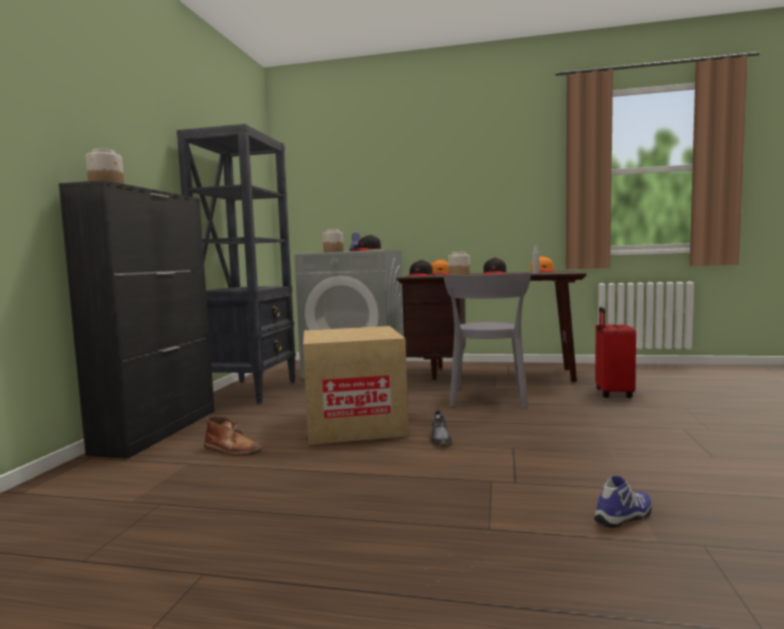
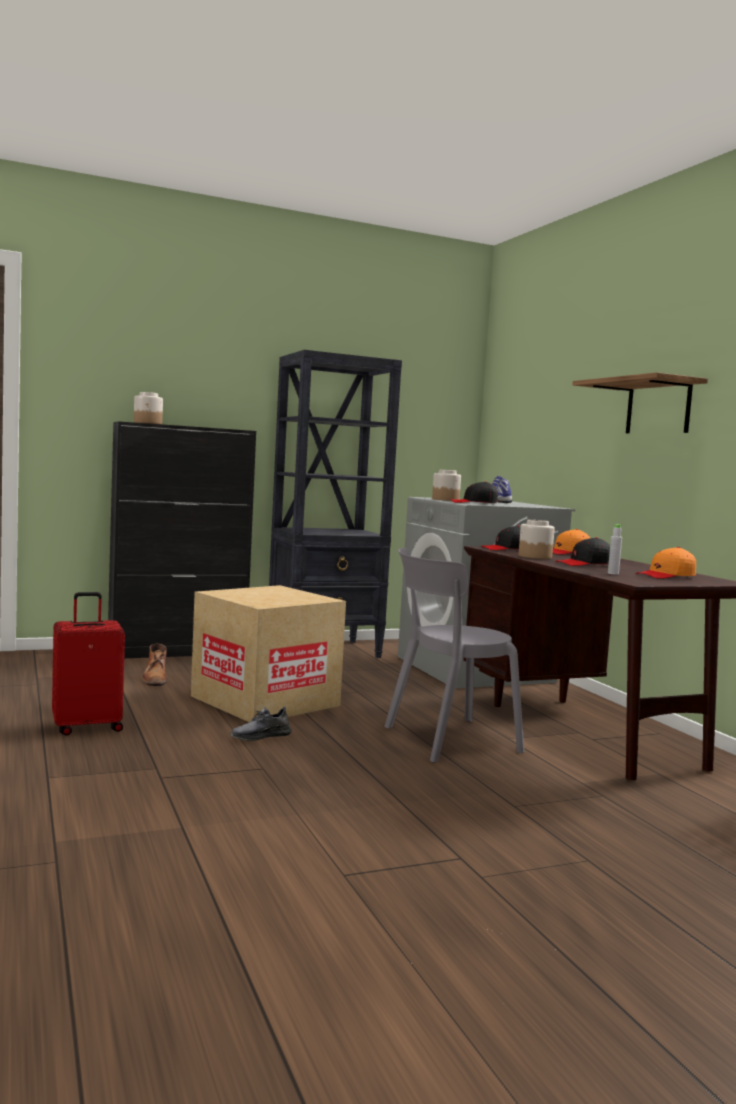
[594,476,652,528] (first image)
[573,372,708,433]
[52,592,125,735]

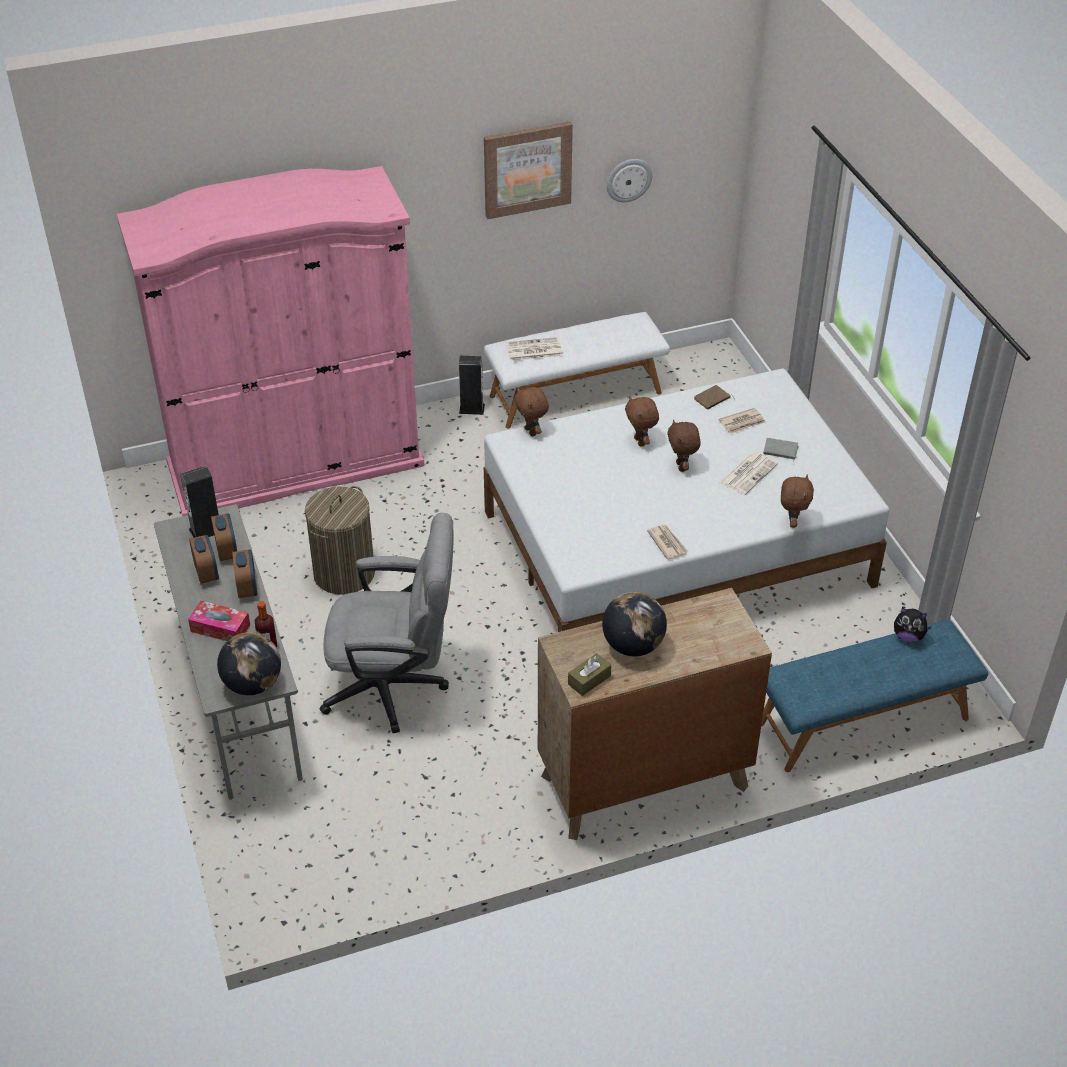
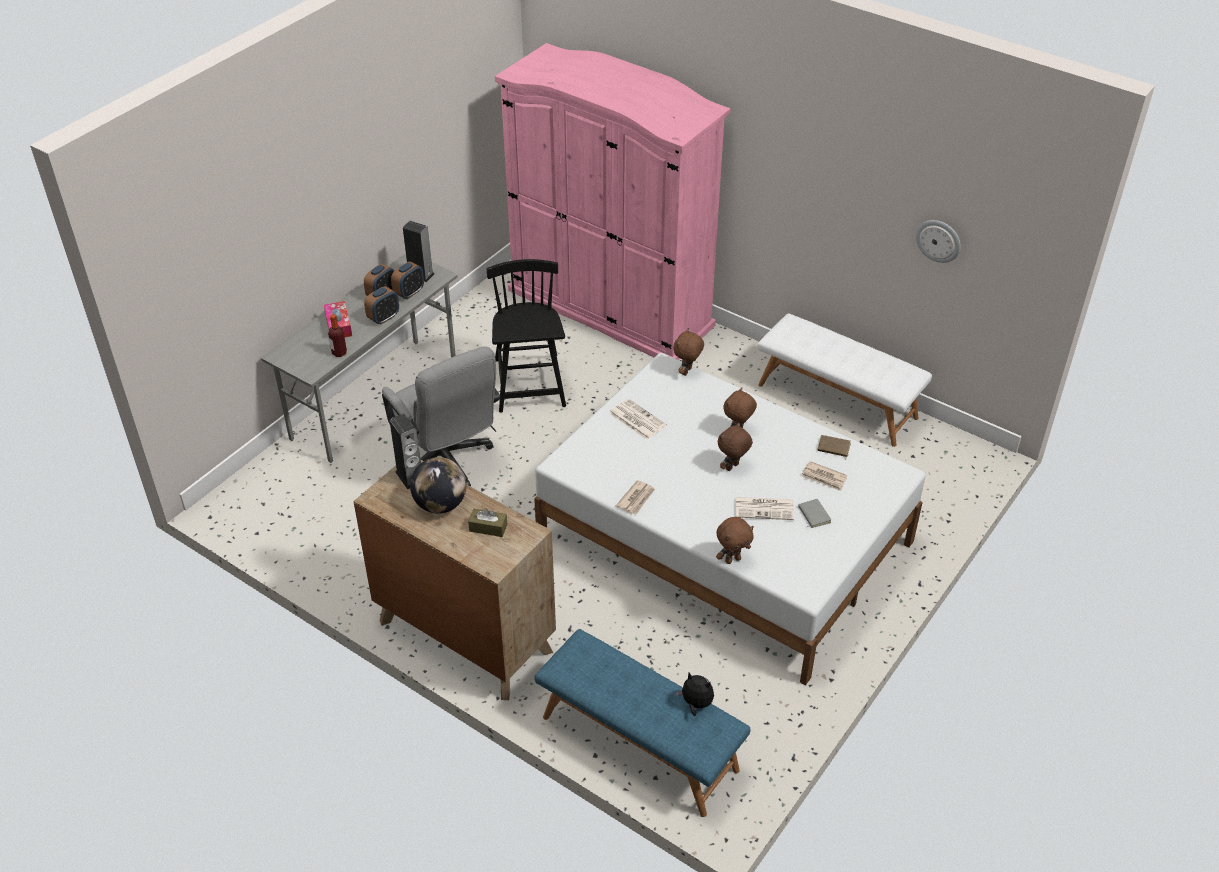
[217,632,281,695] (first image)
[484,122,573,219] (first image)
[390,414,421,489]
[609,399,667,440]
[468,508,507,537]
[487,259,566,413]
[676,673,714,716]

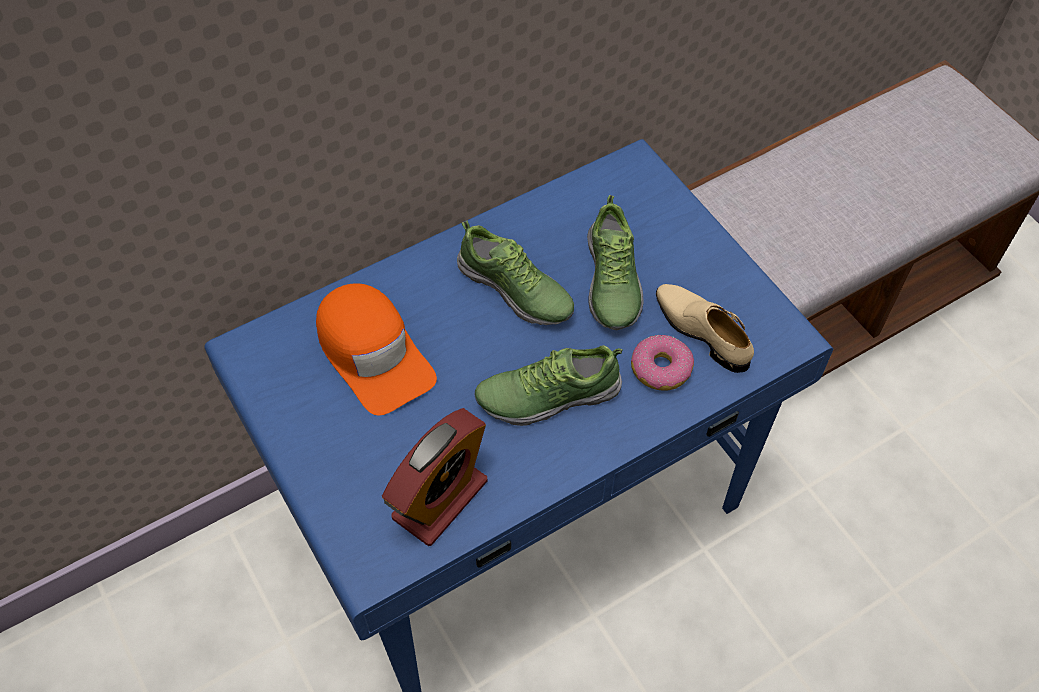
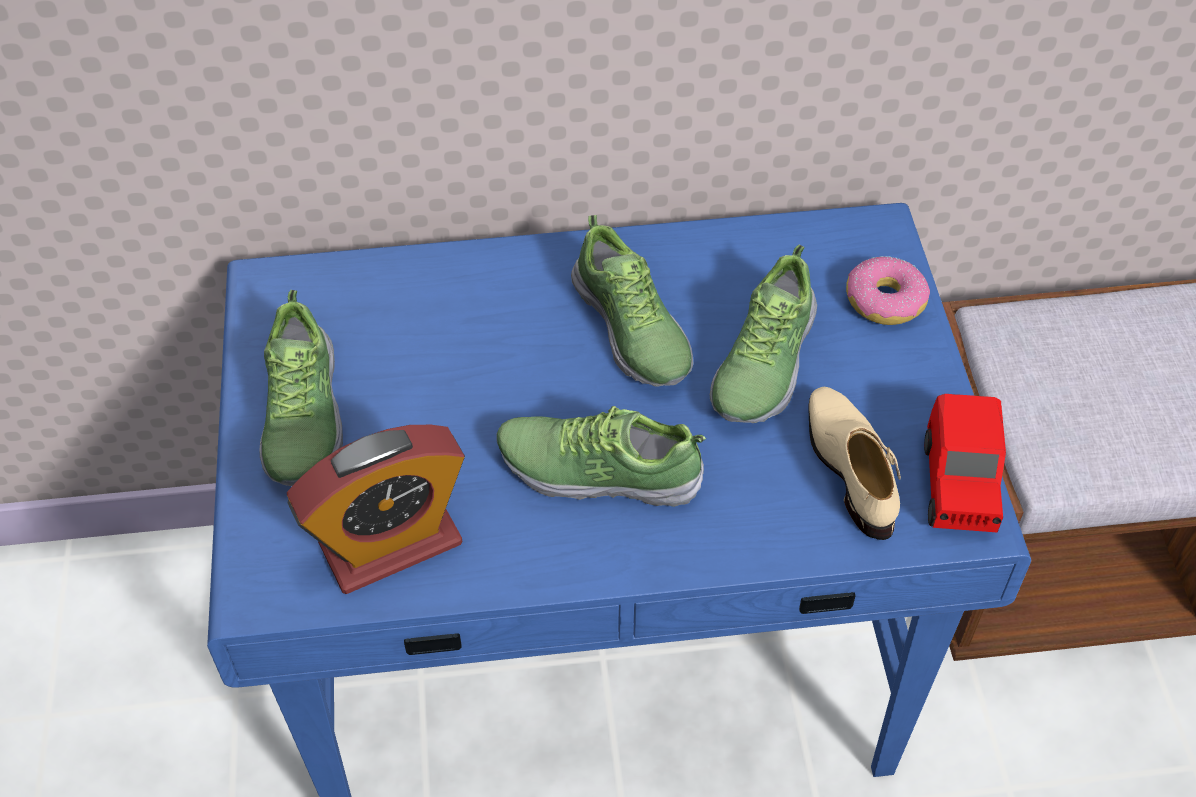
[316,283,437,416] (first image)
[259,290,343,486]
[924,394,1006,533]
[846,256,930,325]

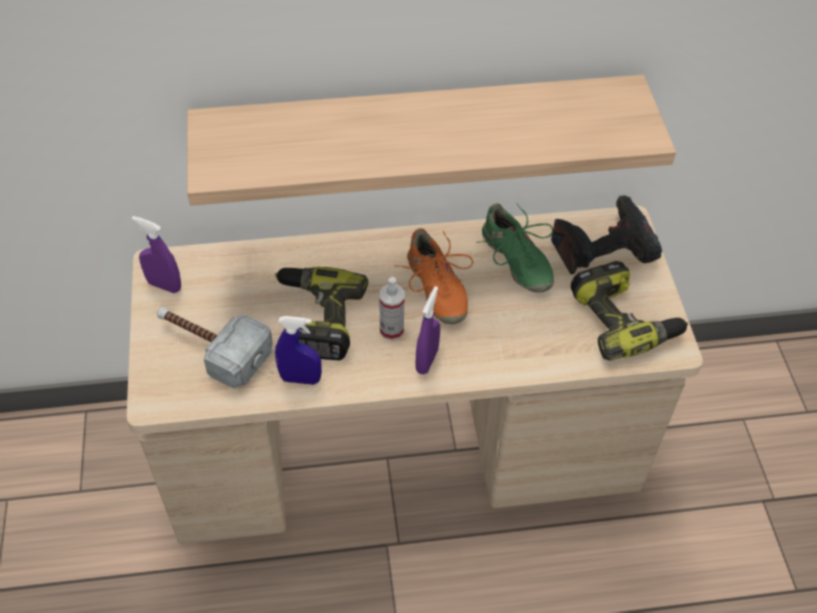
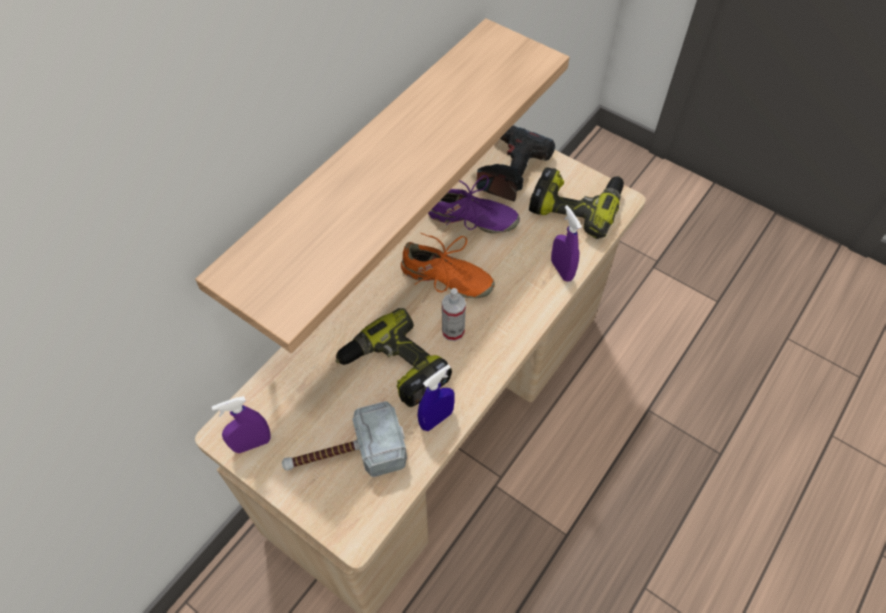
[551,205,582,282]
[428,175,520,233]

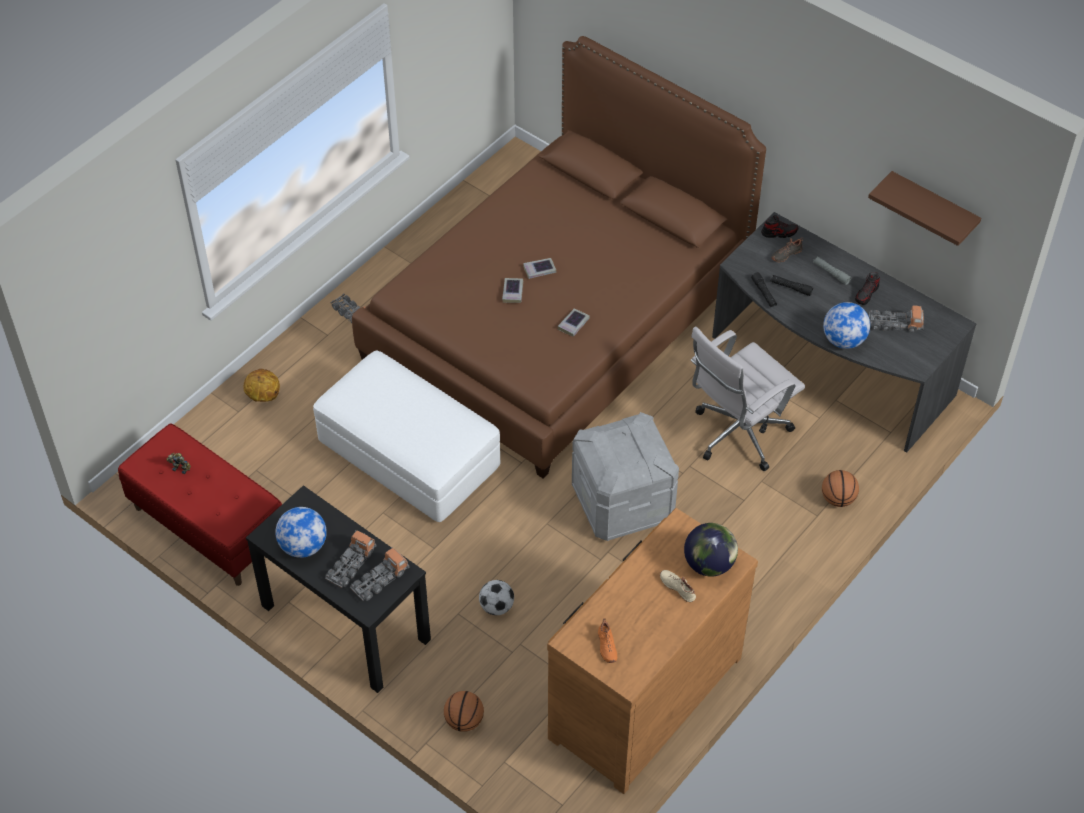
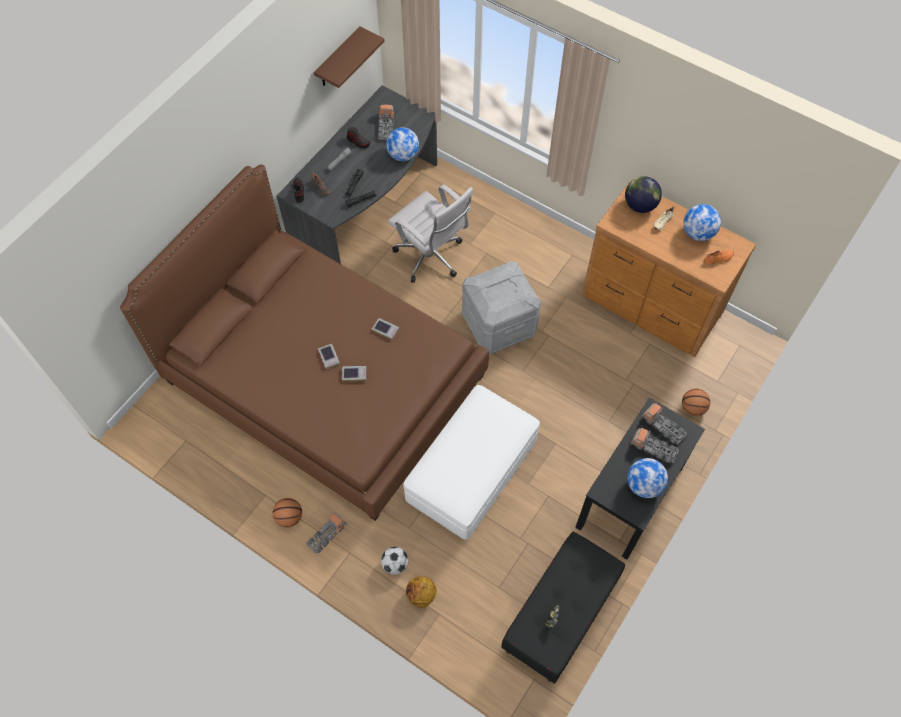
[683,204,721,241]
[381,547,409,575]
[273,498,302,527]
[501,532,625,684]

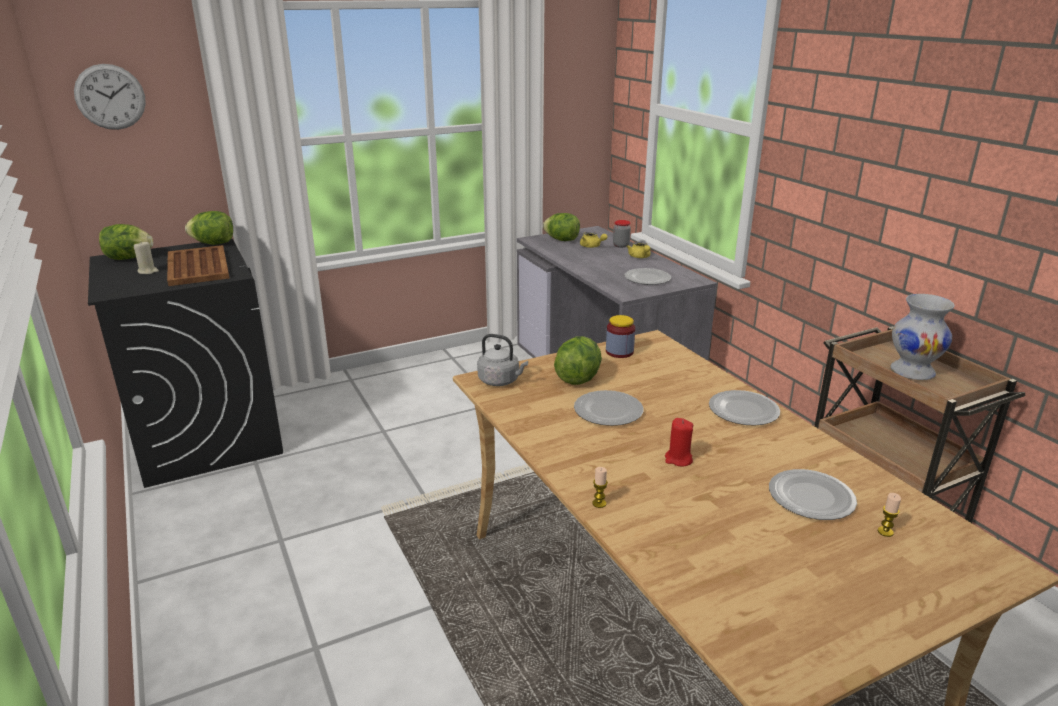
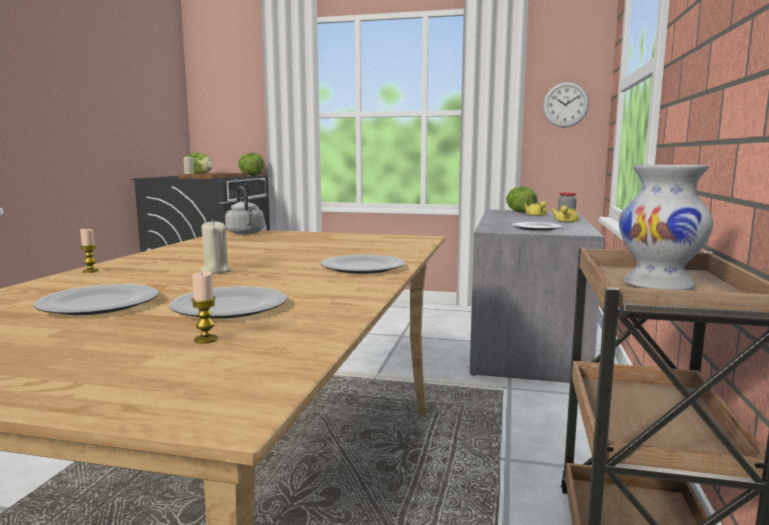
[554,336,602,385] (first image)
[606,315,635,358] (first image)
[543,82,589,128]
[33,284,159,315]
[200,220,231,274]

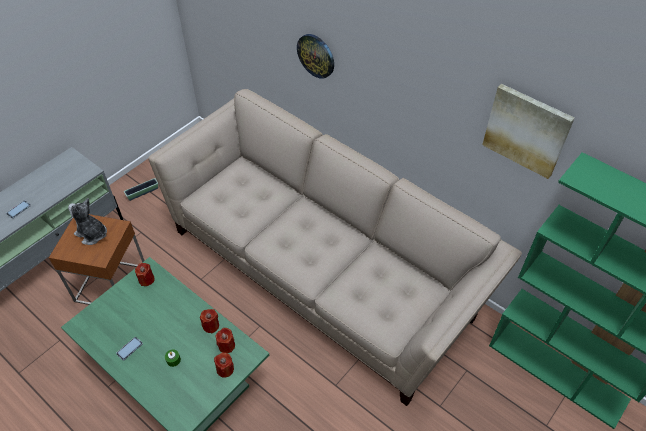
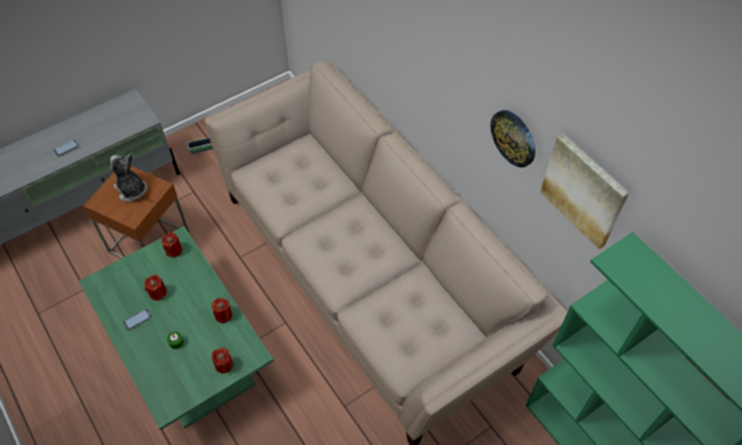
[144,275,167,301]
[491,110,535,168]

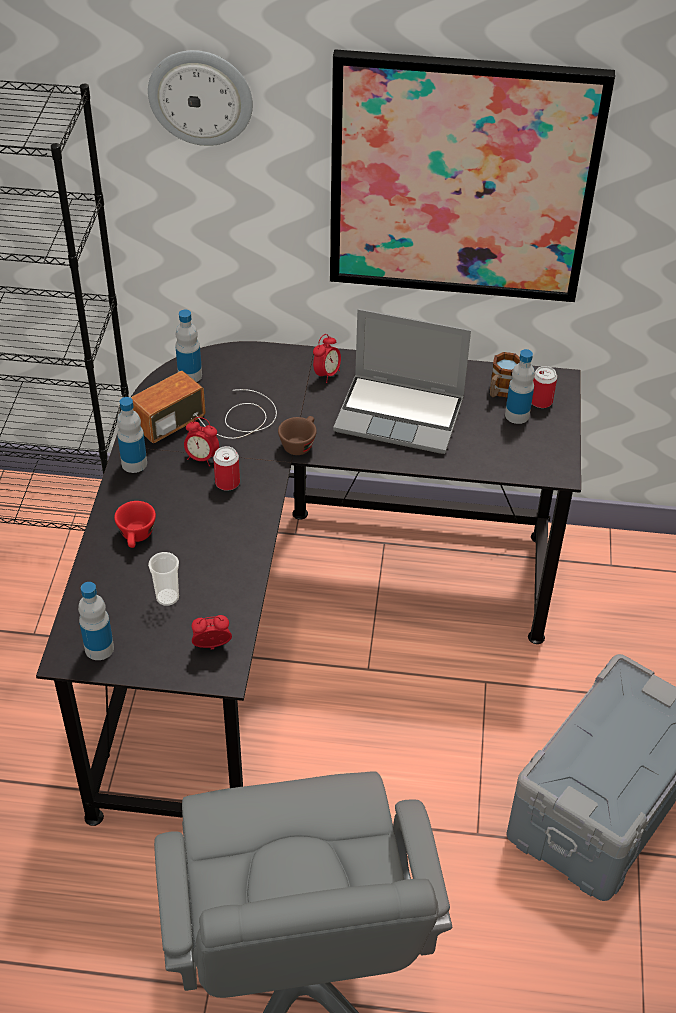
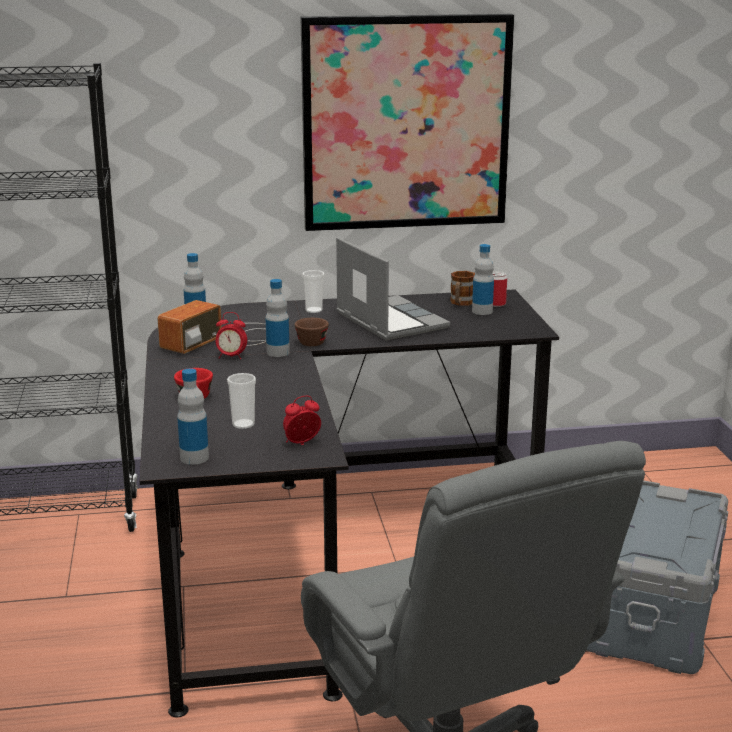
[148,50,253,146] (first image)
[213,446,240,491] (first image)
[266,279,290,357]
[302,270,324,313]
[336,237,450,340]

